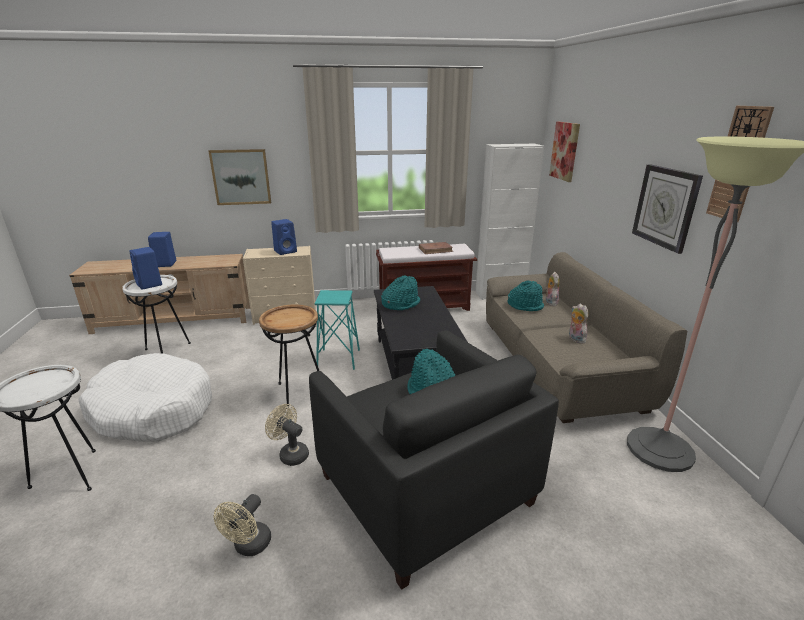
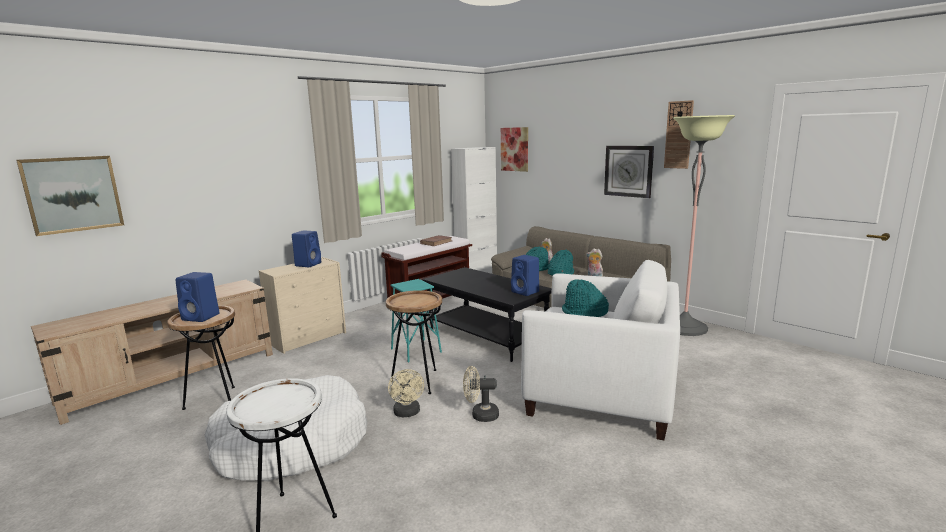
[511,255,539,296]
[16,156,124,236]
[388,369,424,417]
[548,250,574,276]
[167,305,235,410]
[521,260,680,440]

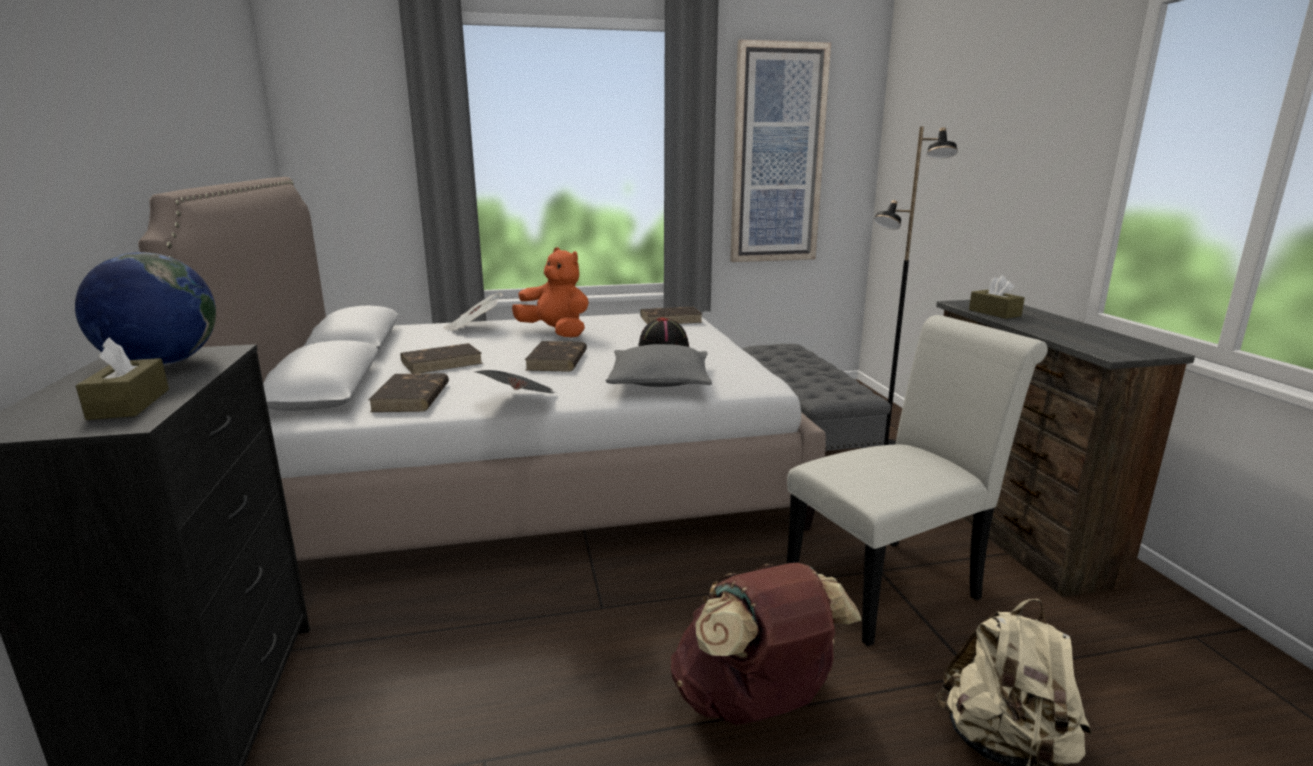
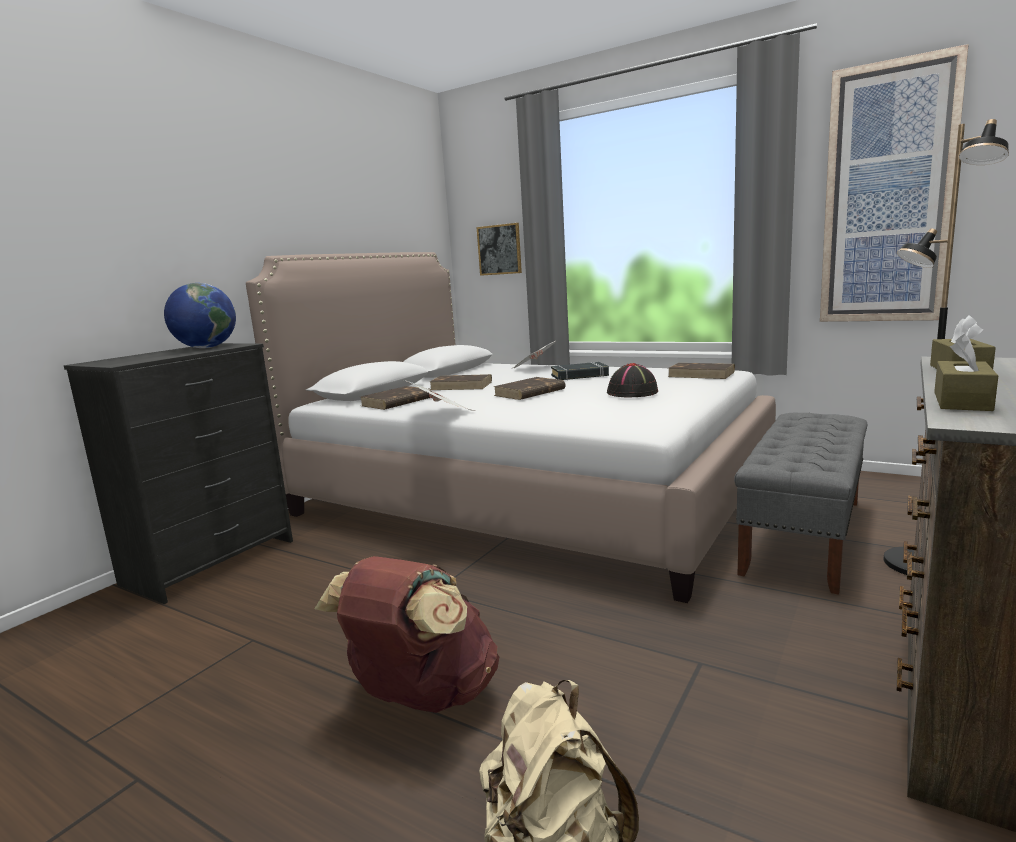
[606,344,712,387] (first image)
[787,315,1048,646] (first image)
[477,223,522,276]
[934,334,998,411]
[551,362,609,380]

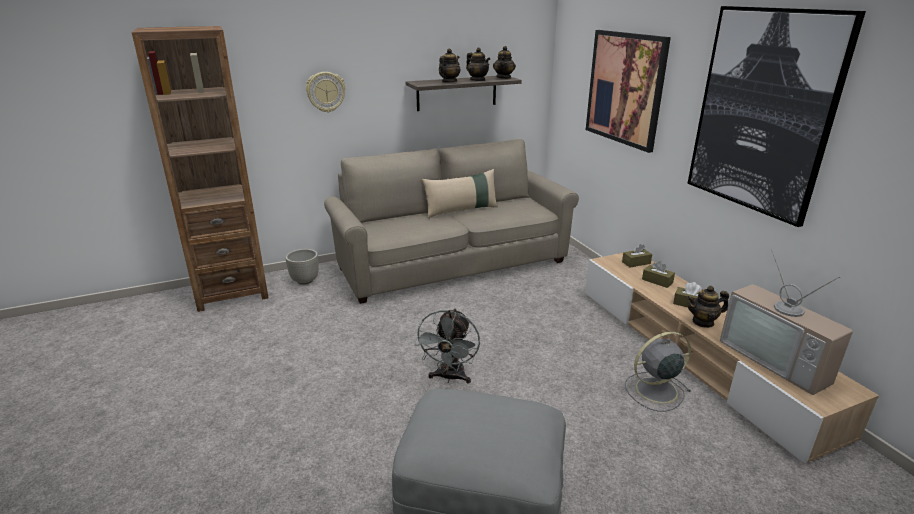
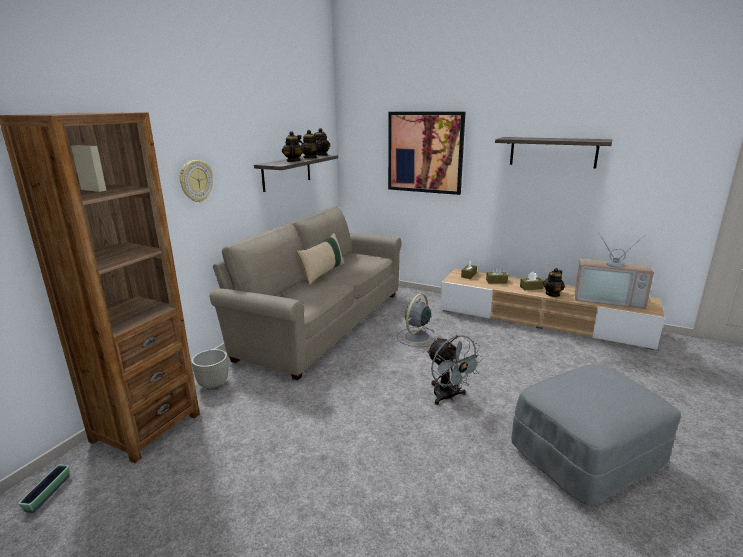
[18,464,70,513]
[397,294,435,347]
[495,137,613,169]

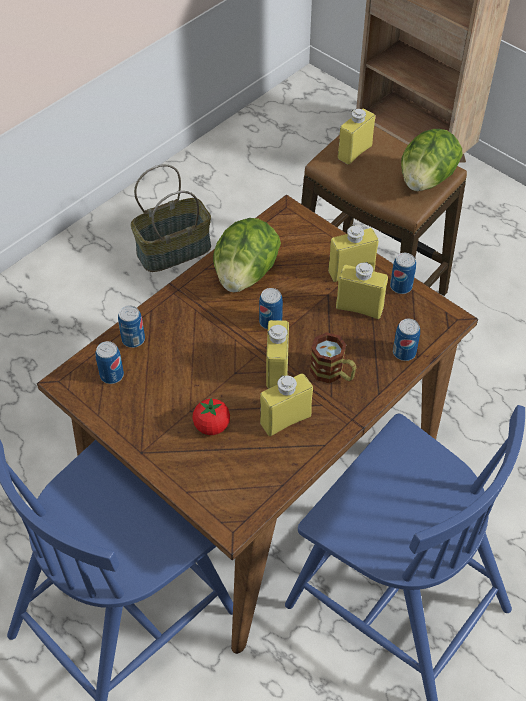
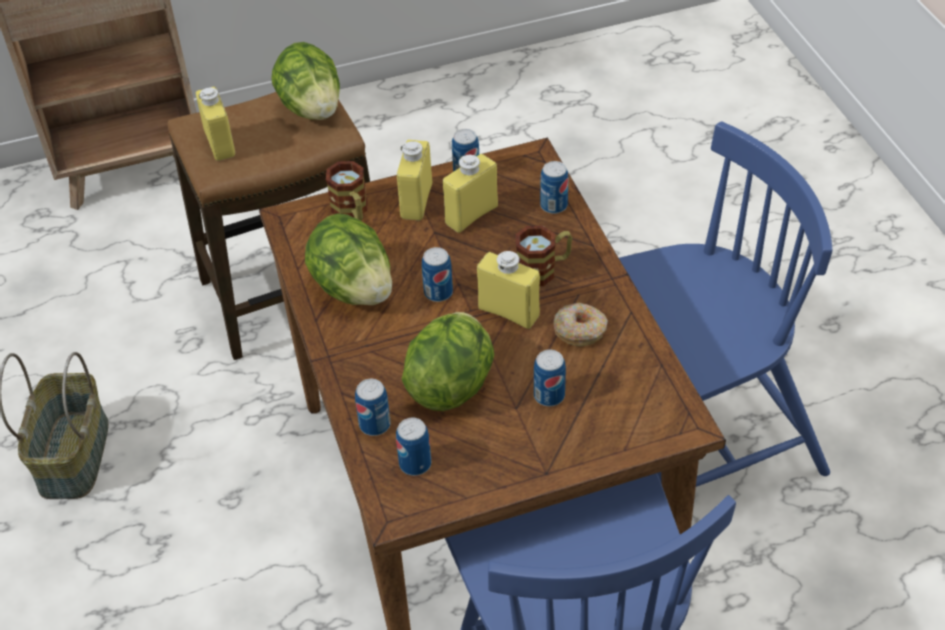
[326,161,368,221]
[402,312,494,411]
[534,349,566,406]
[553,303,608,347]

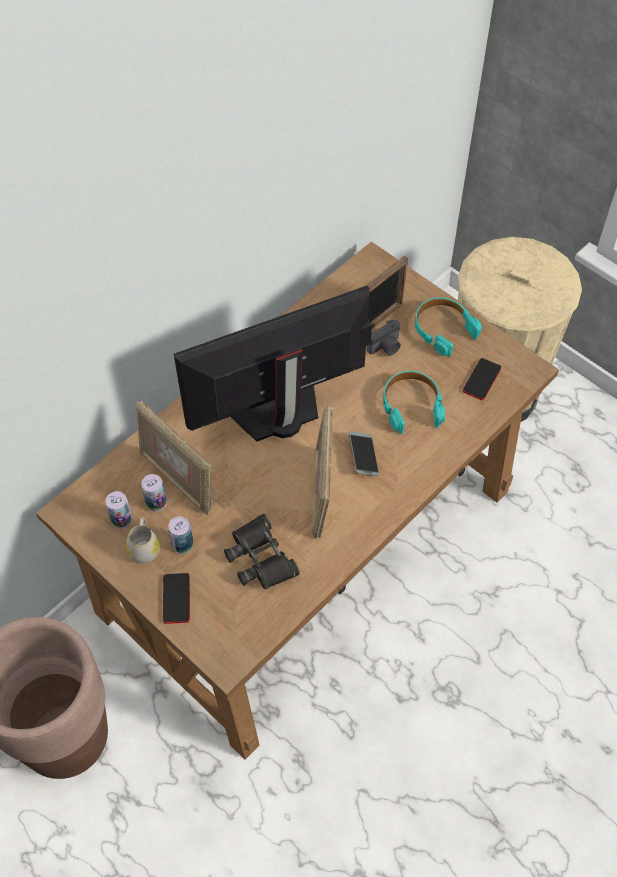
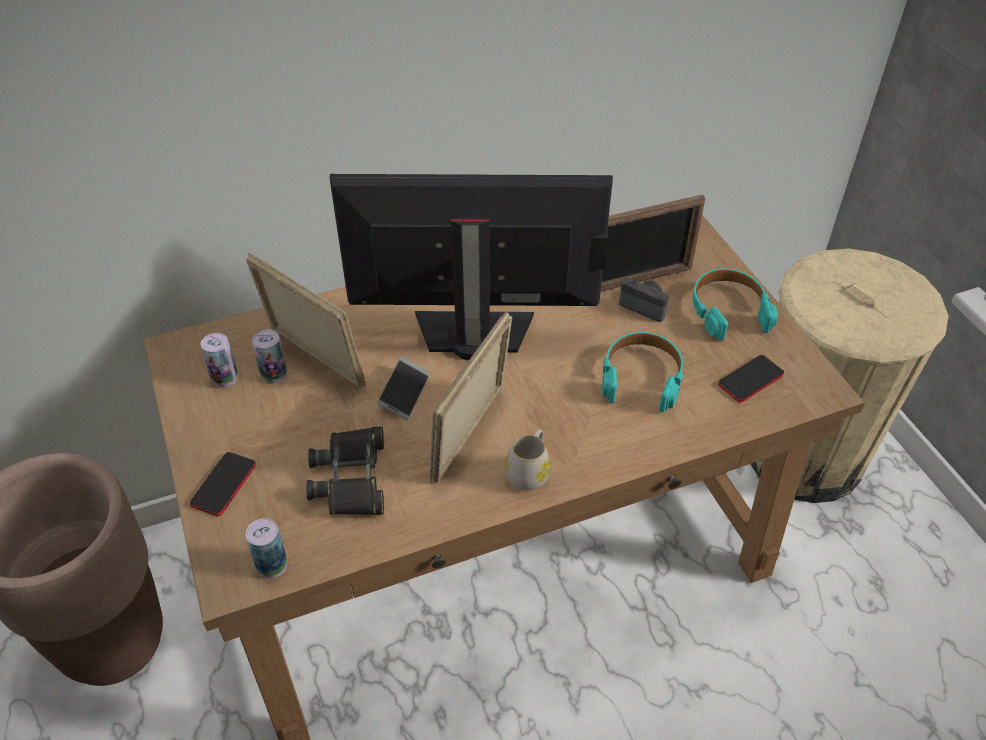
[505,429,551,490]
[245,518,287,579]
[377,357,430,420]
[246,253,366,387]
[619,278,669,322]

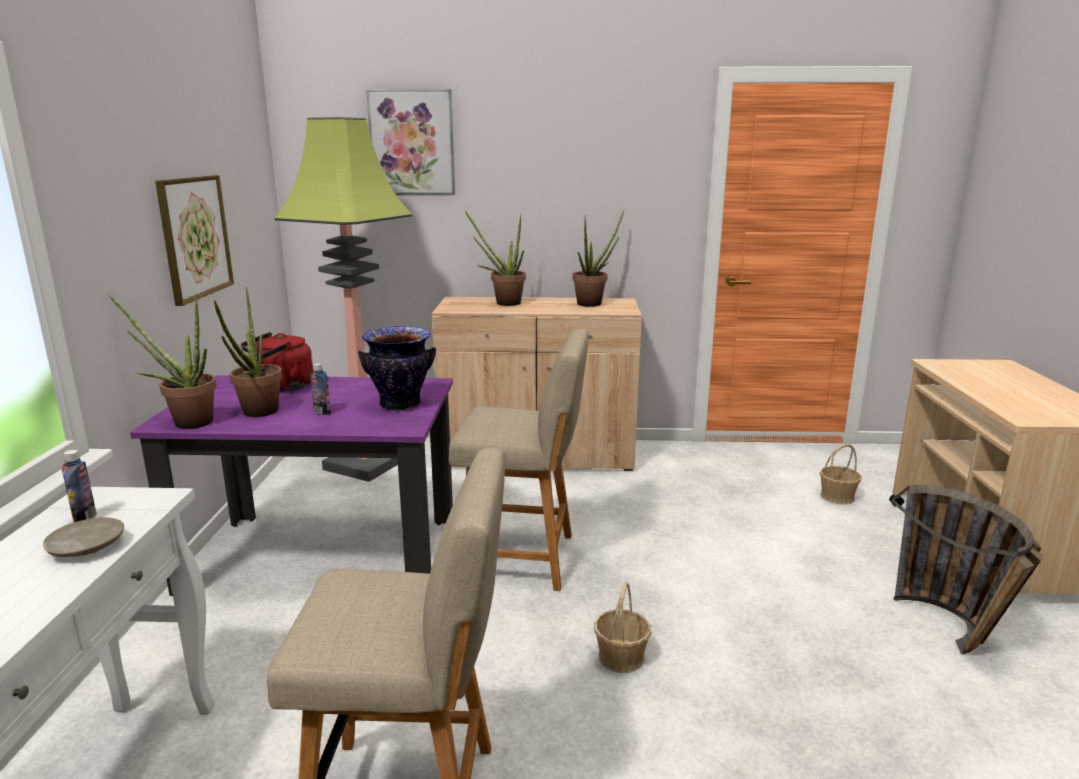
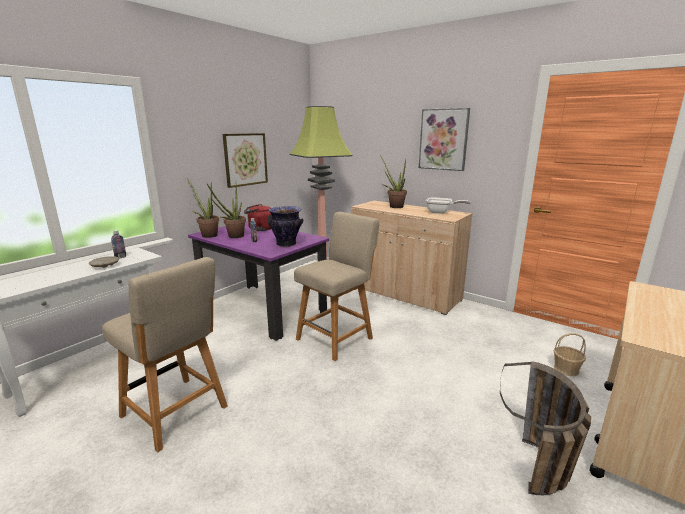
[594,581,651,673] (first image)
[419,108,470,171]
[426,197,471,214]
[294,212,379,361]

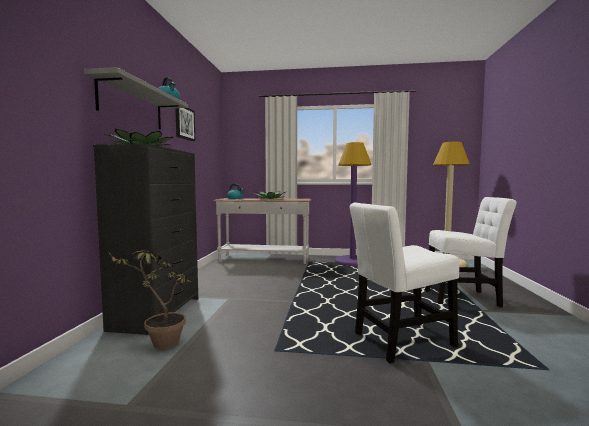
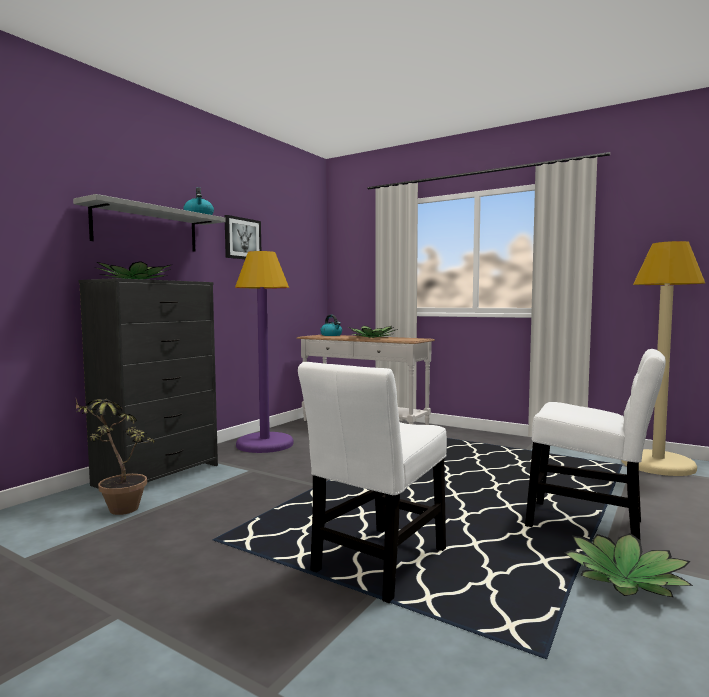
[564,533,693,597]
[235,251,293,453]
[298,362,447,603]

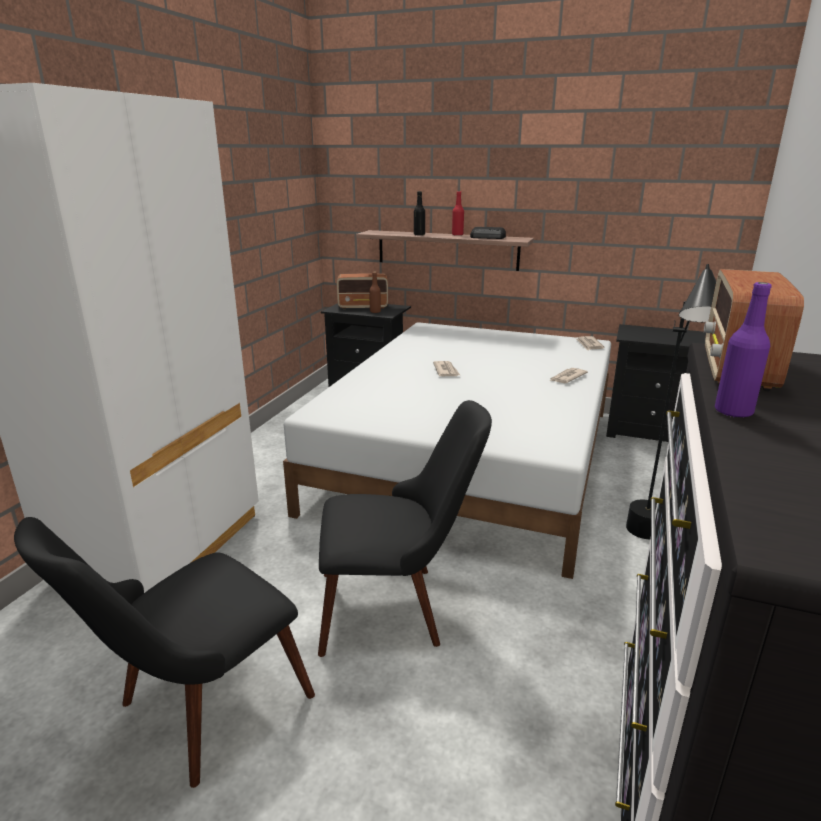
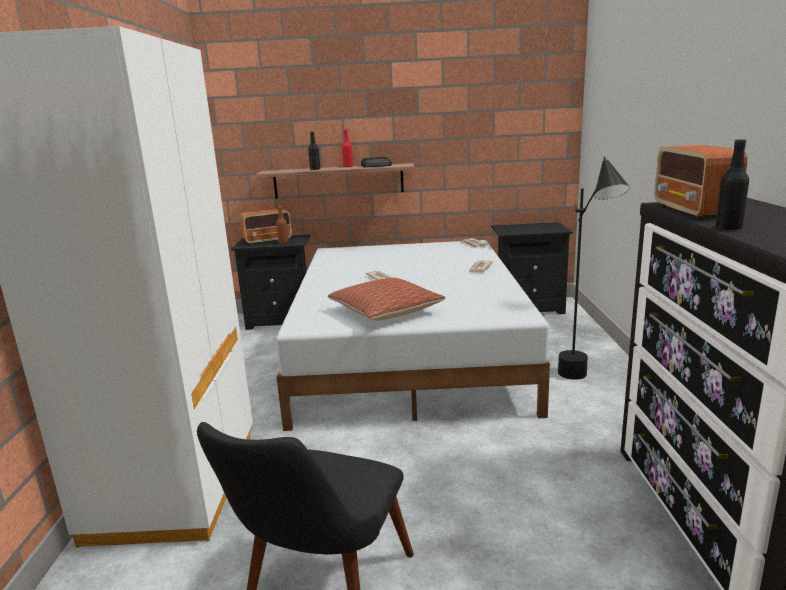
[318,400,492,657] (first image)
[328,278,445,321]
[715,139,749,230]

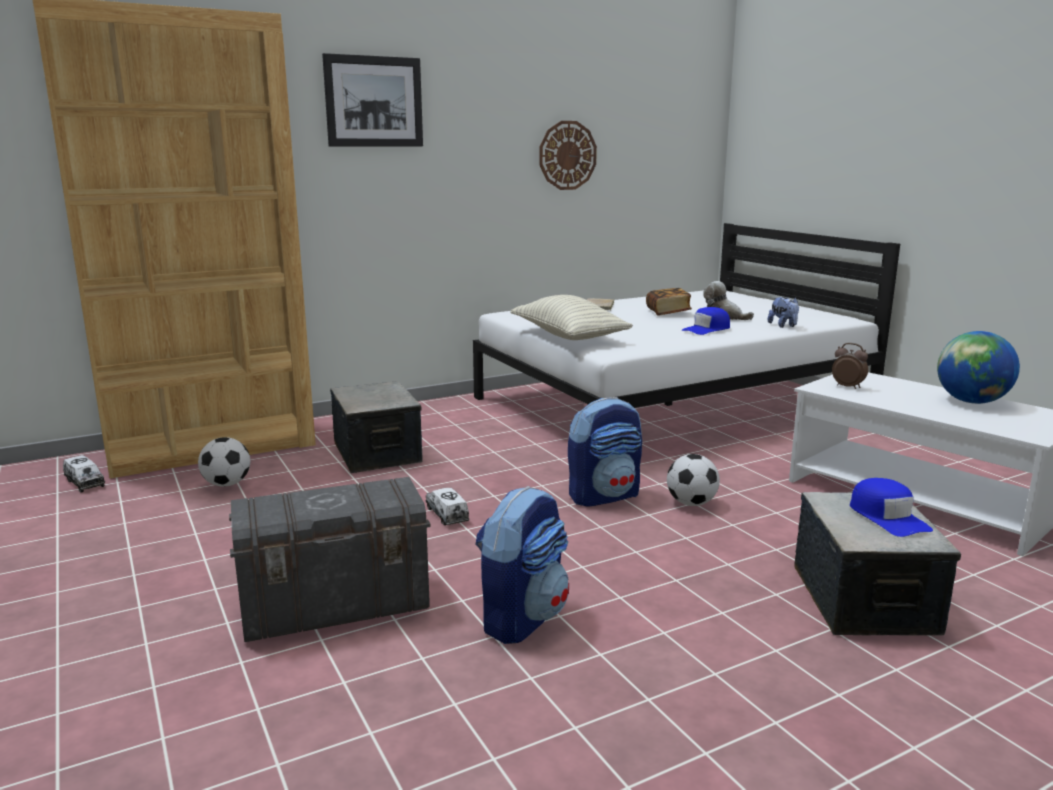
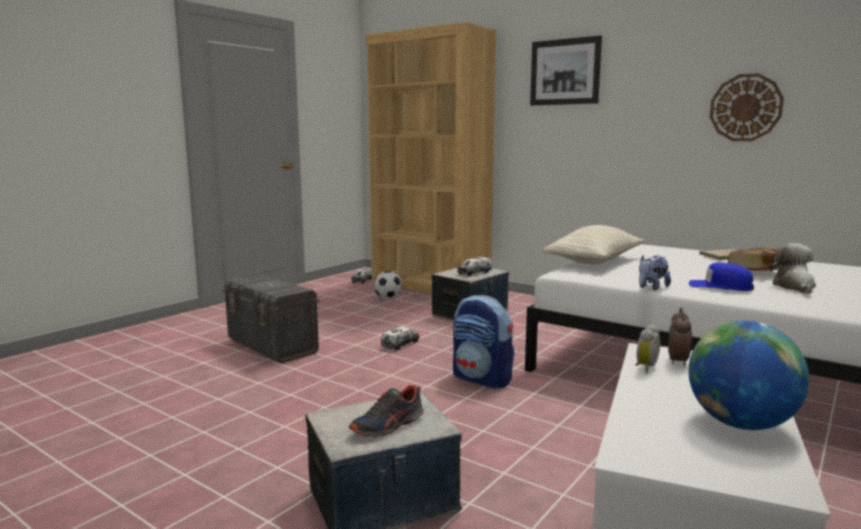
[475,486,569,644] (first image)
[667,454,720,506] (first image)
[457,257,492,276]
[635,324,660,373]
[639,255,671,290]
[349,385,424,438]

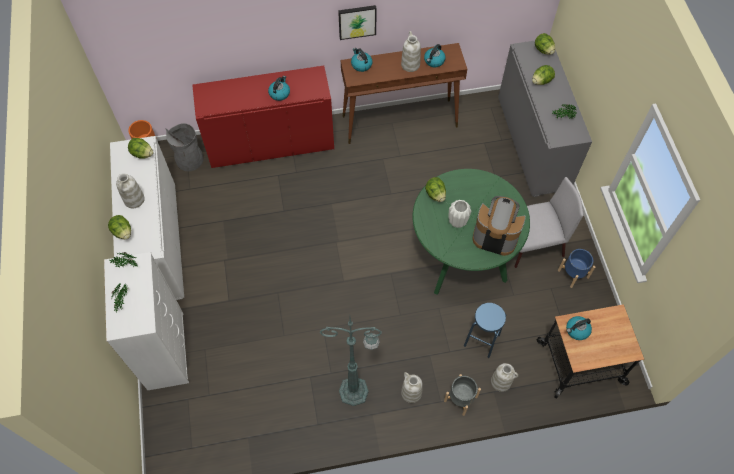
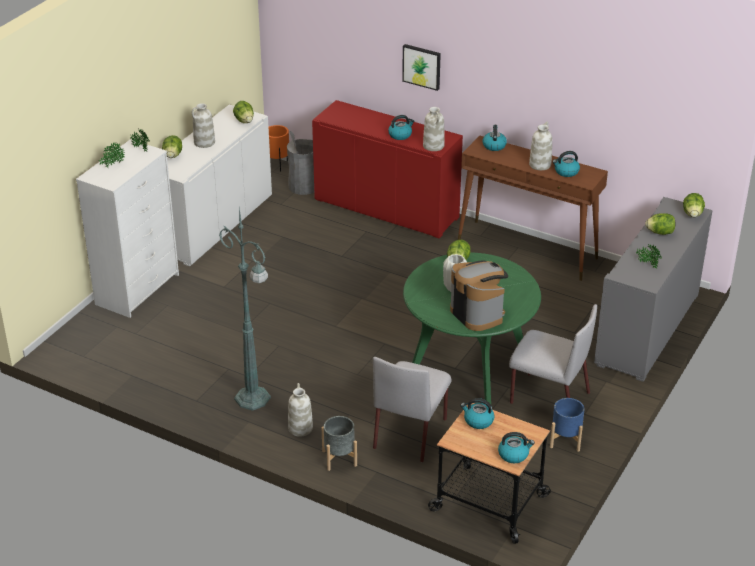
[498,432,535,463]
[402,44,441,91]
[423,107,444,151]
[373,357,451,462]

